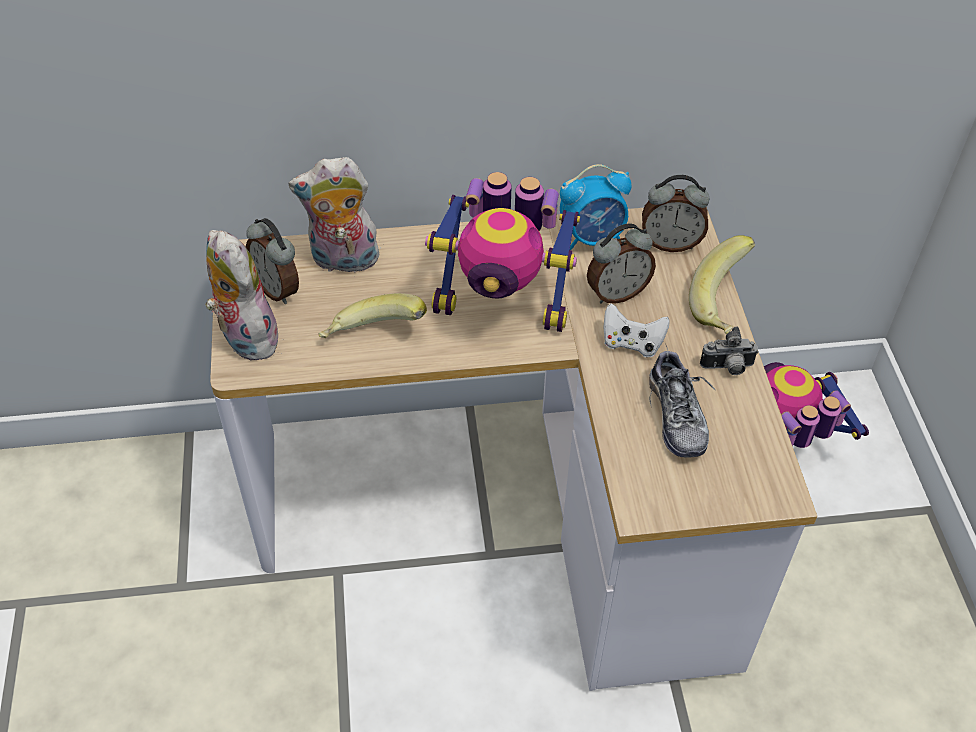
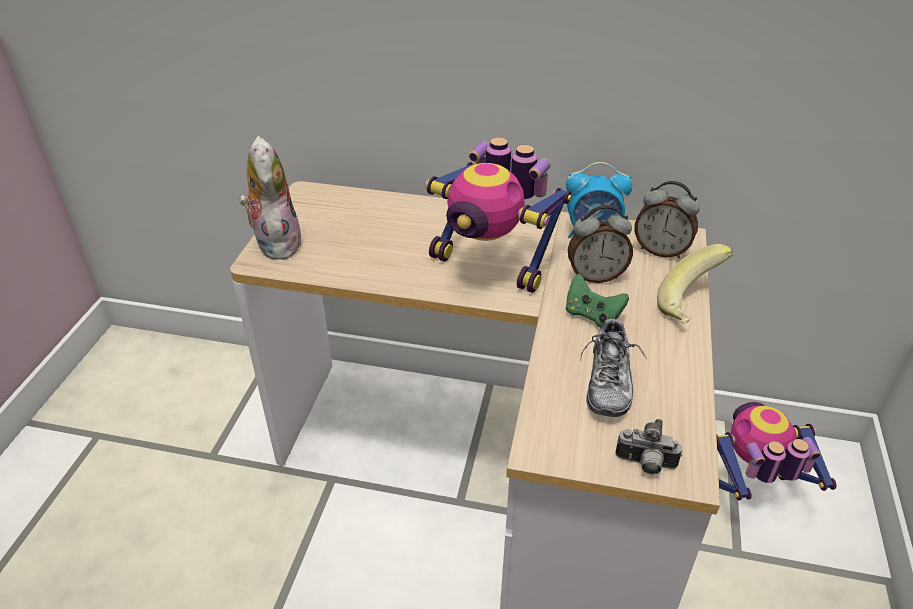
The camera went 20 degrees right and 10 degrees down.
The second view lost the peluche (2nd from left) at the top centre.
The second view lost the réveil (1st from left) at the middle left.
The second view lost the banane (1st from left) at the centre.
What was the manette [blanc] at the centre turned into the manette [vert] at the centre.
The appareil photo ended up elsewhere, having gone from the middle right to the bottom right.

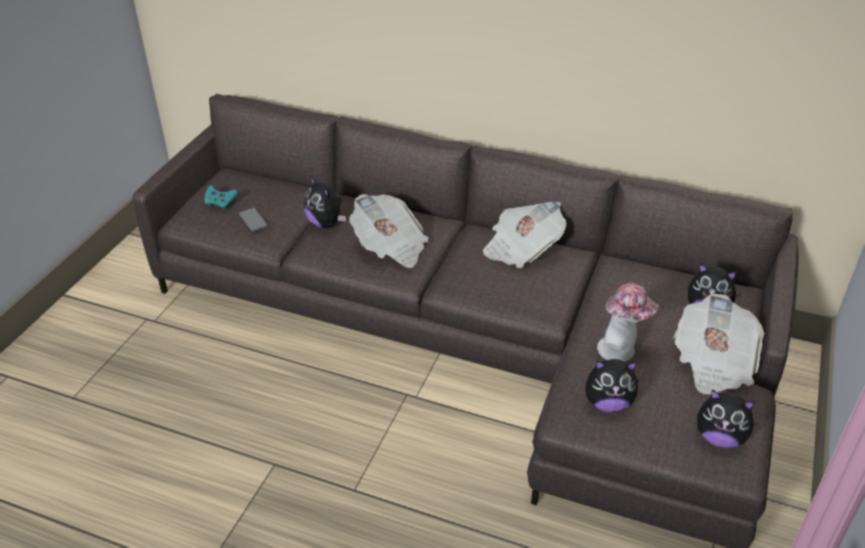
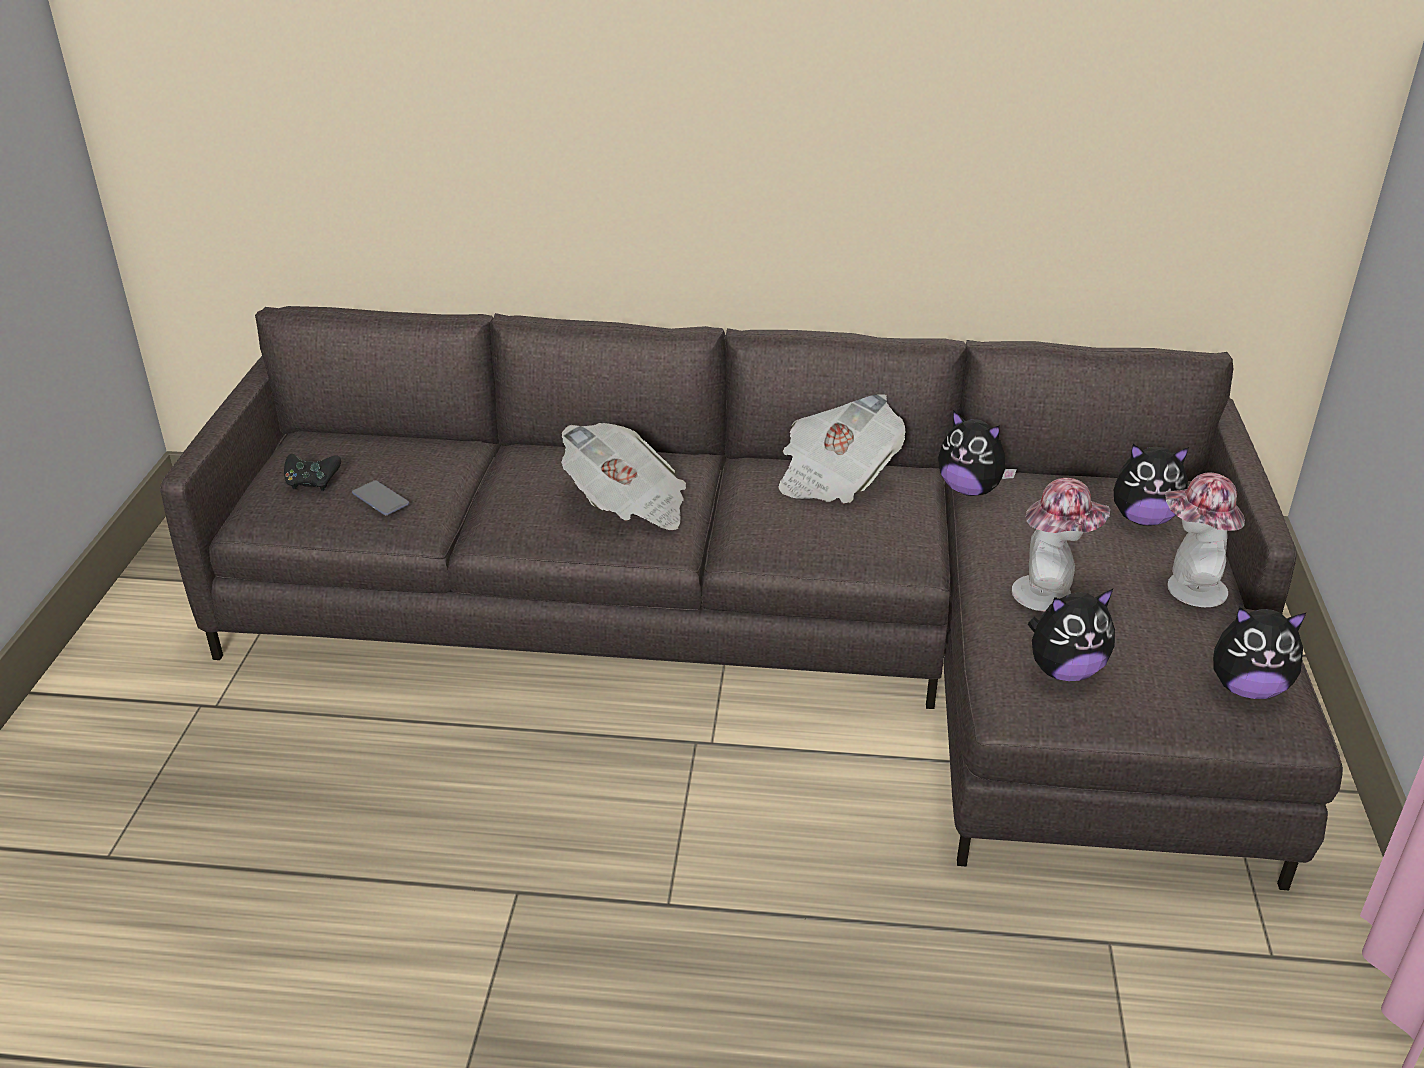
The camera went 15 degrees left and 5 degrees down.
The peluche (1st from left) ended up elsewhere, having gone from the centre to the middle right.
What was the manette [turquoise] at the middle left turned into the manette [noir] at the middle left.
Where the journal (3rd from left) stood at the middle right, the chapeau (2nd from left) came to stand at the middle right.

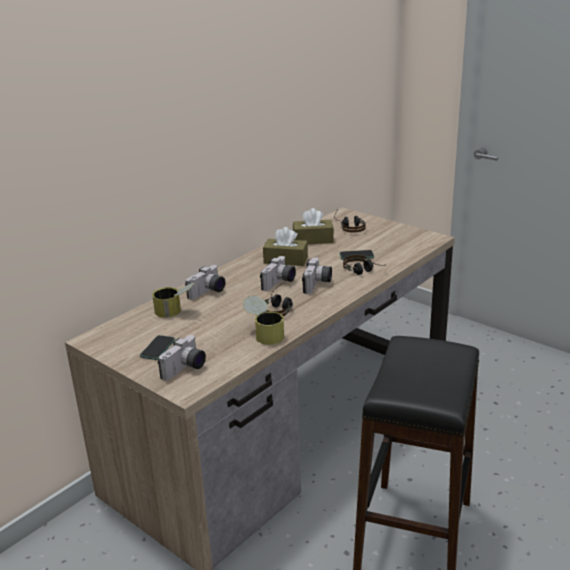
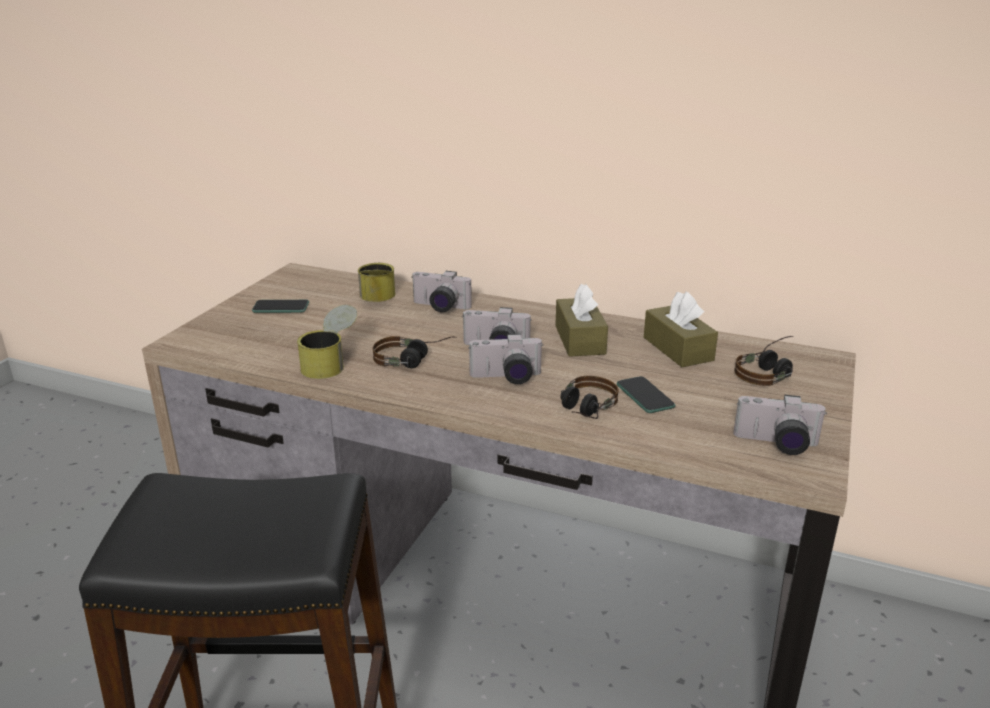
The camera went 70 degrees right and 0 degrees up.
The appareil photo (1st from left in the first image) ended up elsewhere, having gone from the middle left to the middle right.

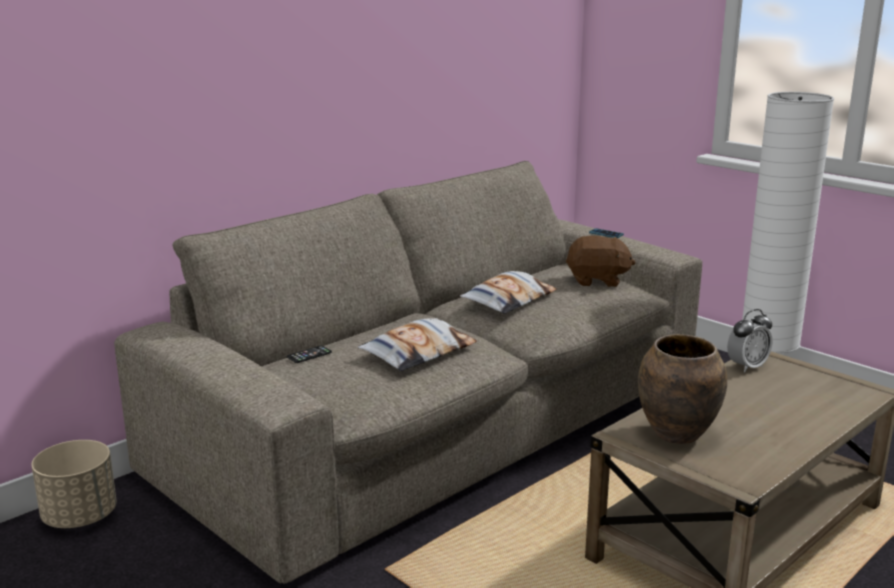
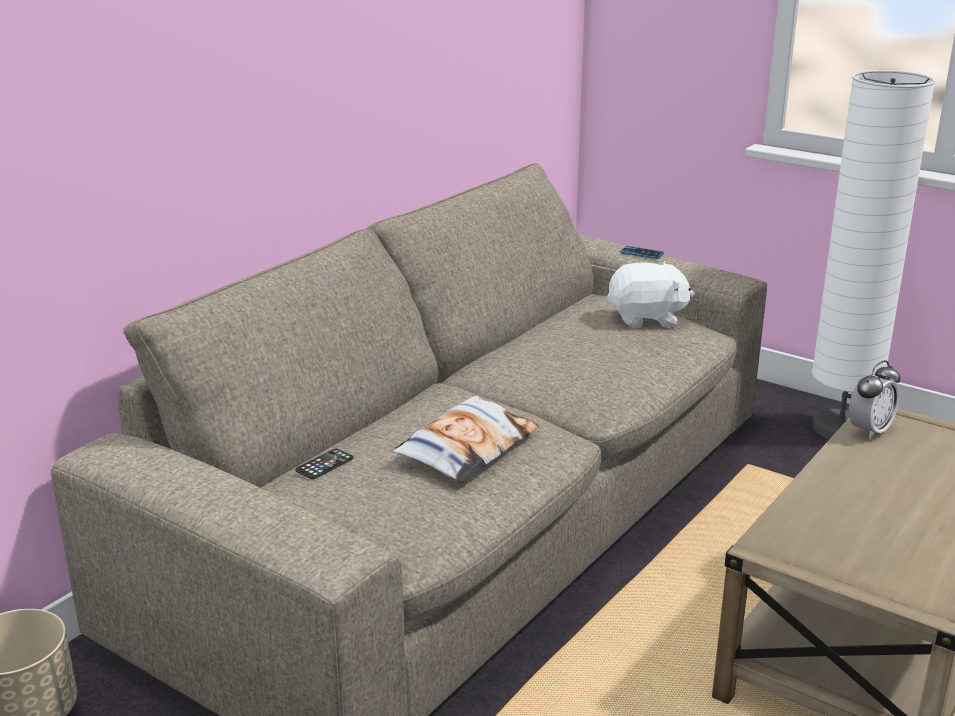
The camera went 10 degrees left and 5 degrees up.
What was the peluche [marron] at the middle right turned into the peluche [blanc] at the middle right.
The second view lost the coussin (2nd from left) at the centre.
The second view lost the vase [marron] at the middle right.

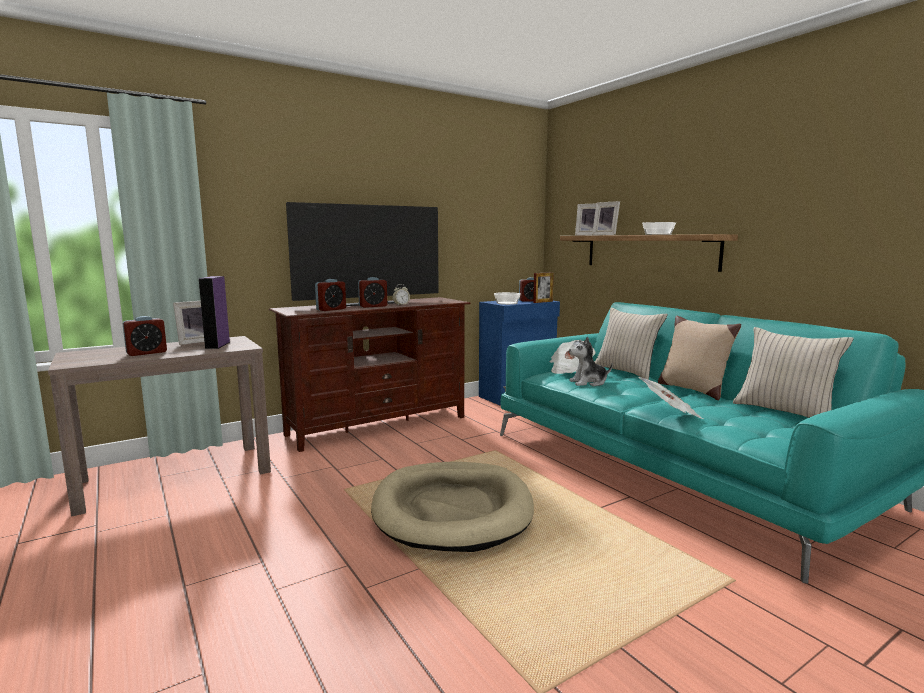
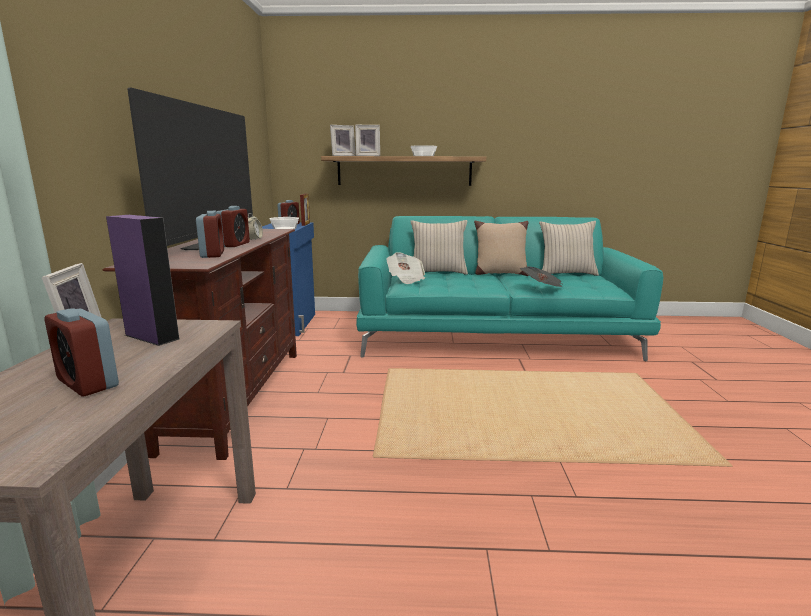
The camera went 55 degrees left and 5 degrees up.
The réveil (1st from left) at the middle left ended up facing another way, 135 degrees clockwise from before.
The second view lost the peluche at the centre.
The second view lost the panier pour chien [beige] at the bottom centre.

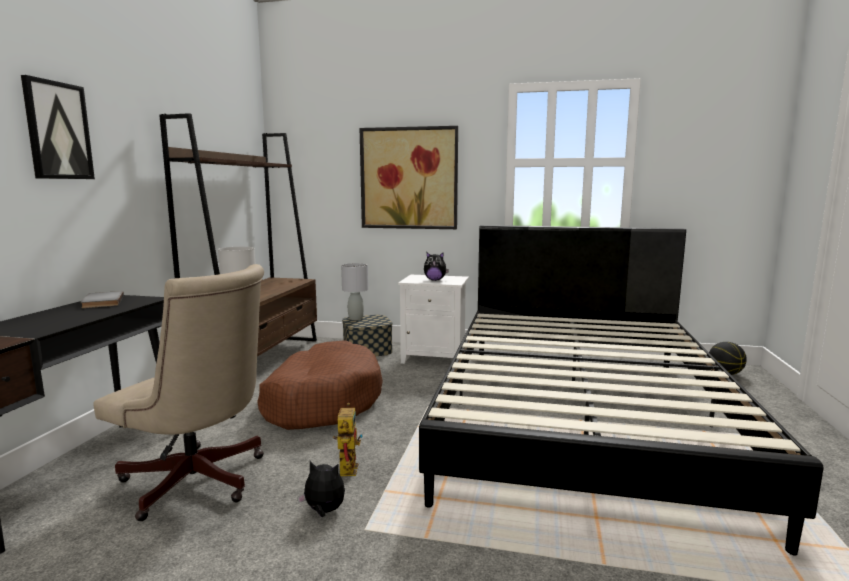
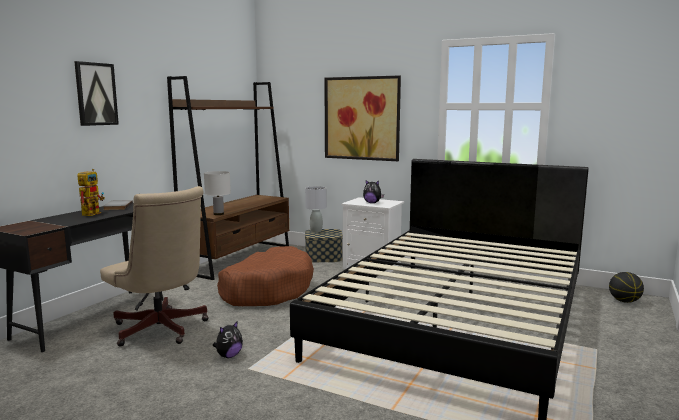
The camera went 15 degrees right and 0 degrees up.
The robot jouet ended up elsewhere, having gone from the bottom centre to the middle left.
The peluche (1st from left) at the bottom centre ended up facing another way, 105 degrees clockwise from before.

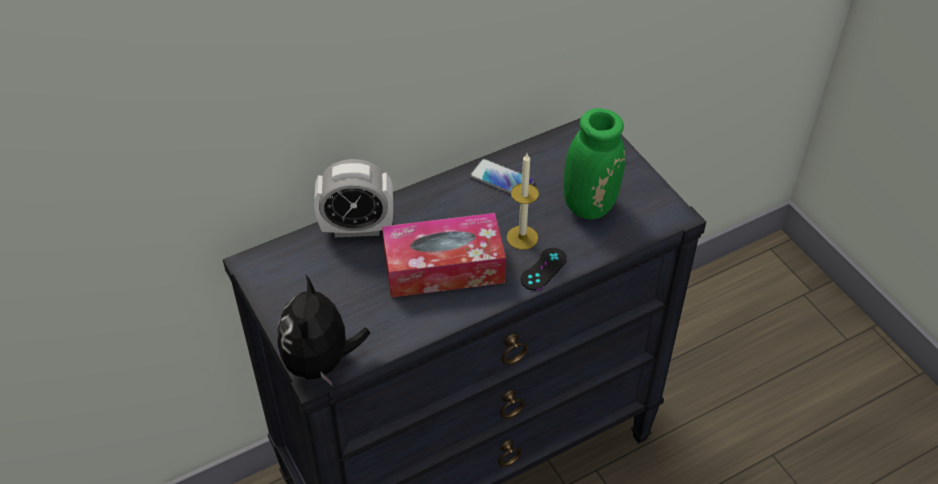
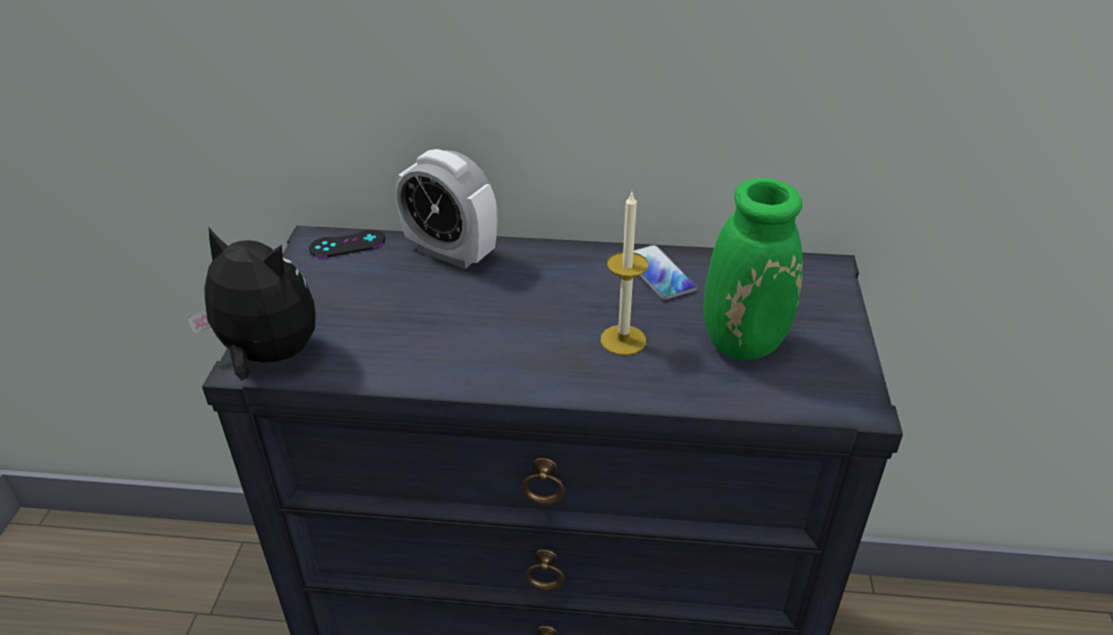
The camera went 35 degrees right and 10 degrees down.
The second view lost the boîte à mouchoirs at the centre.
The manette [noir] ended up elsewhere, having gone from the centre to the middle left.
The peluche at the bottom centre ended up facing another way, 75 degrees clockwise from before.

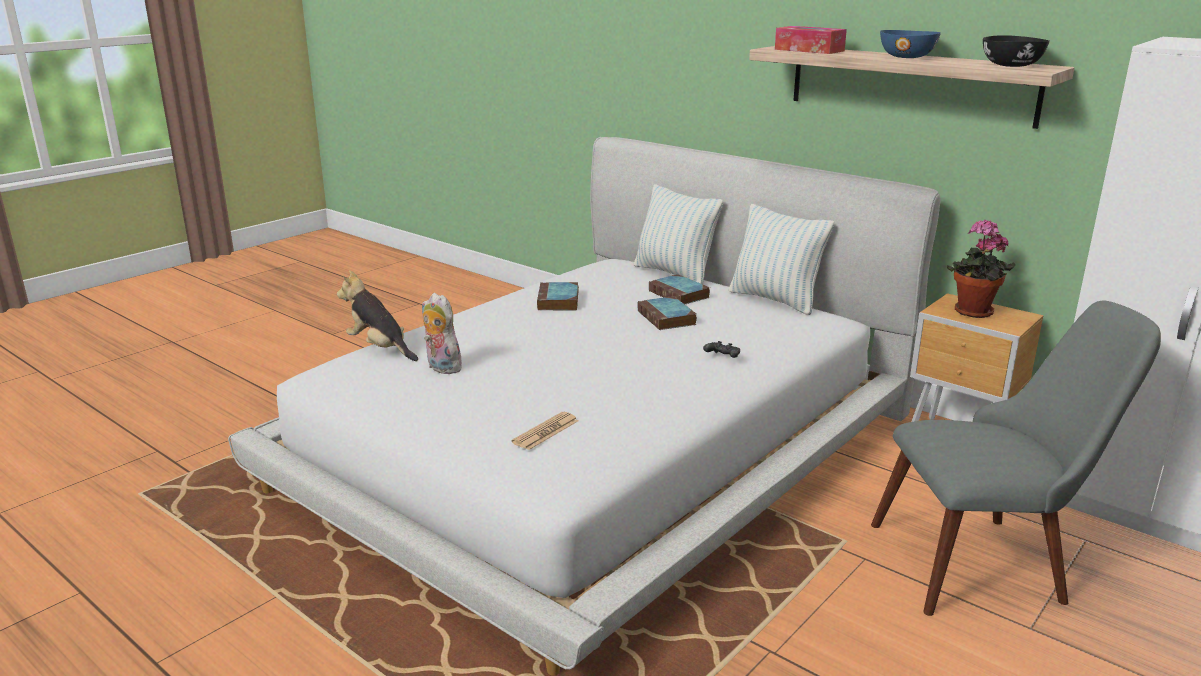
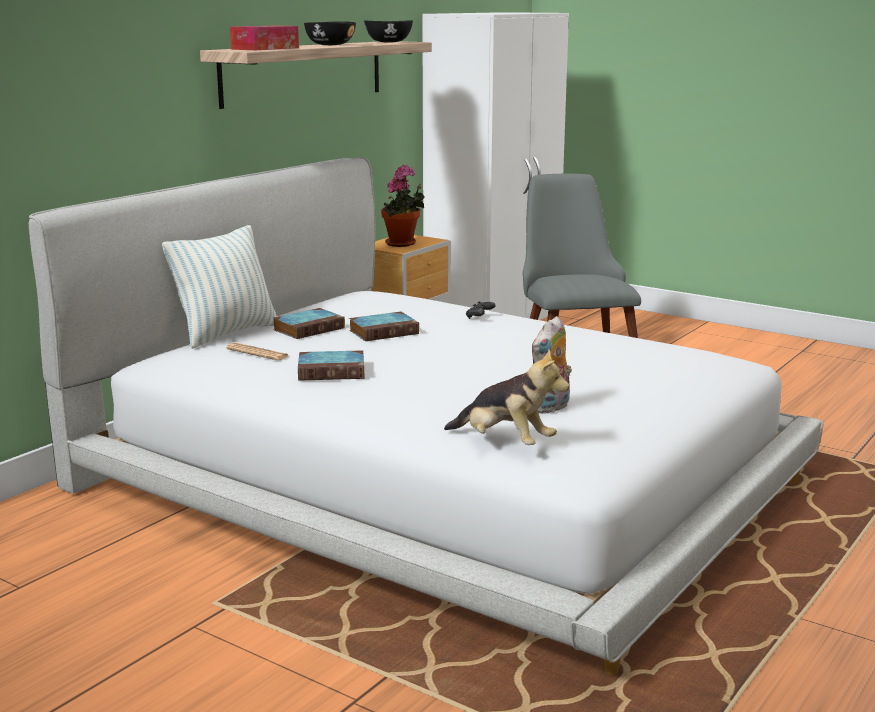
The camera went 95 degrees left and 5 degrees down.
What was the bol [bleu] at the top right turned into the bol [noir] (1st from left) at the top centre.
The second view lost the coussin (2nd from left) at the centre.
The peluche (1st from left) at the middle left ended up facing another way, 90 degrees counterclockwise from before.
The journal ended up elsewhere, having gone from the centre to the middle left.

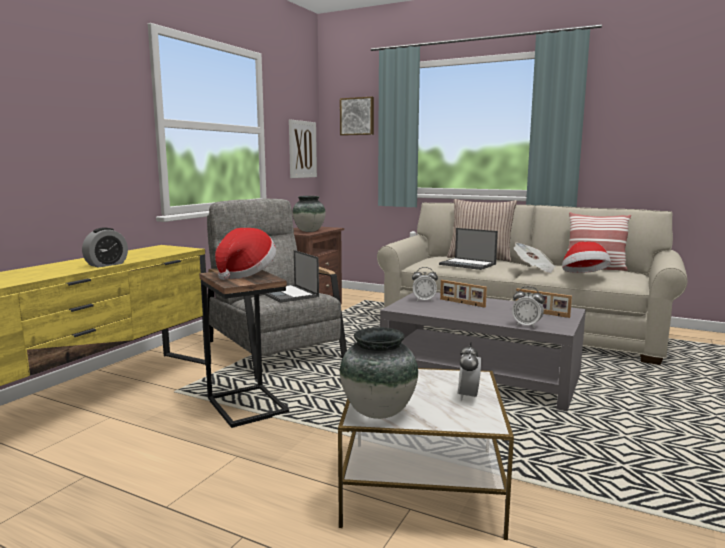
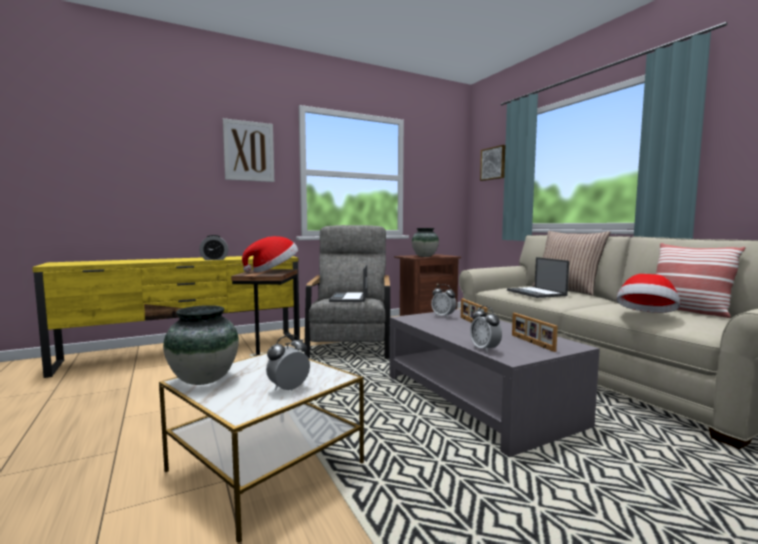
The camera went 35 degrees right and 5 degrees down.
The tableau (1st from left) ended up elsewhere, having gone from the top centre to the top left.
The second view lost the journal at the middle right.

